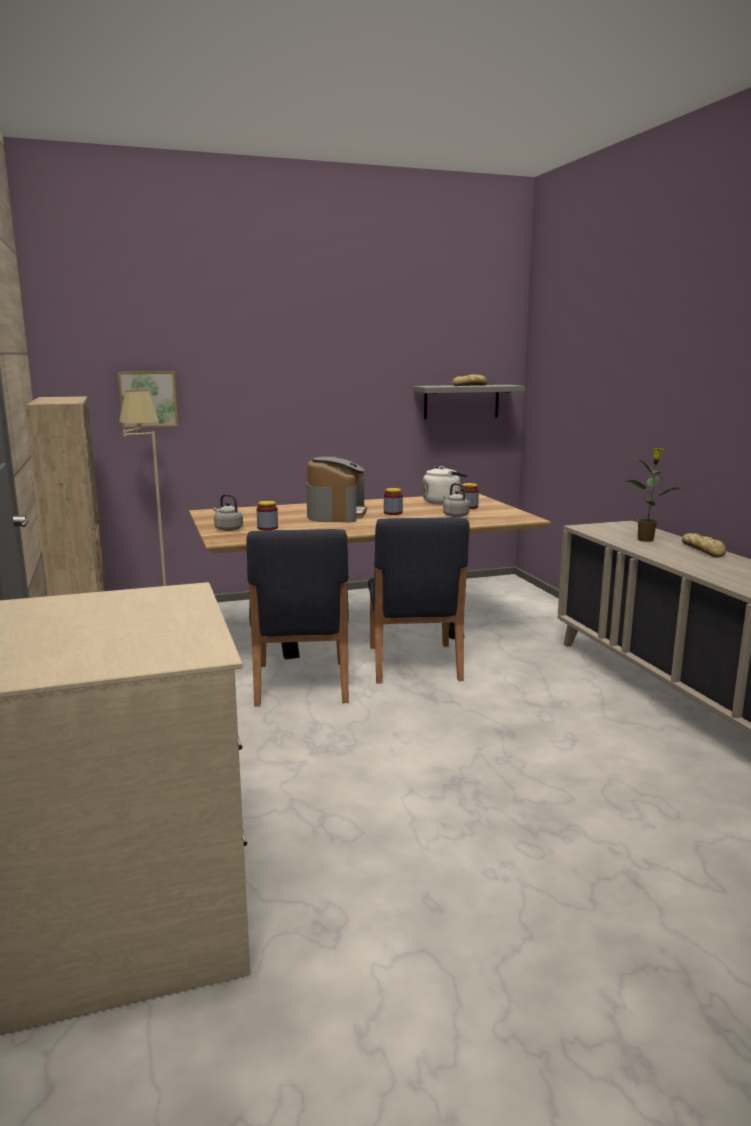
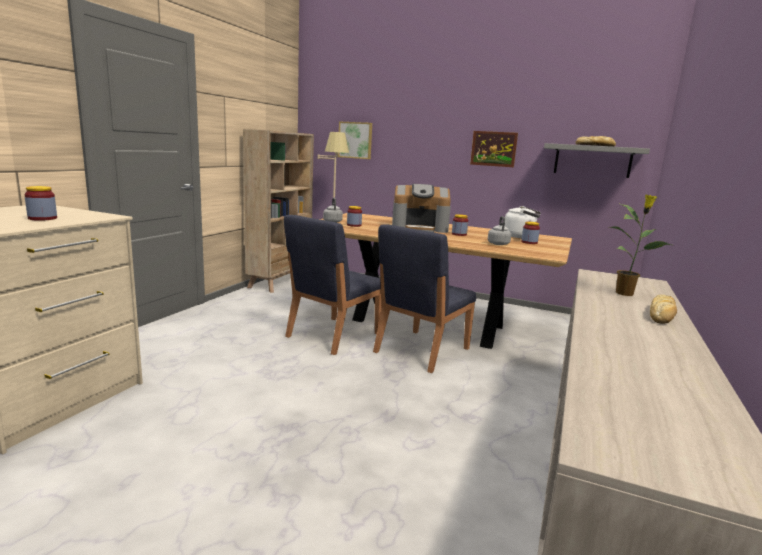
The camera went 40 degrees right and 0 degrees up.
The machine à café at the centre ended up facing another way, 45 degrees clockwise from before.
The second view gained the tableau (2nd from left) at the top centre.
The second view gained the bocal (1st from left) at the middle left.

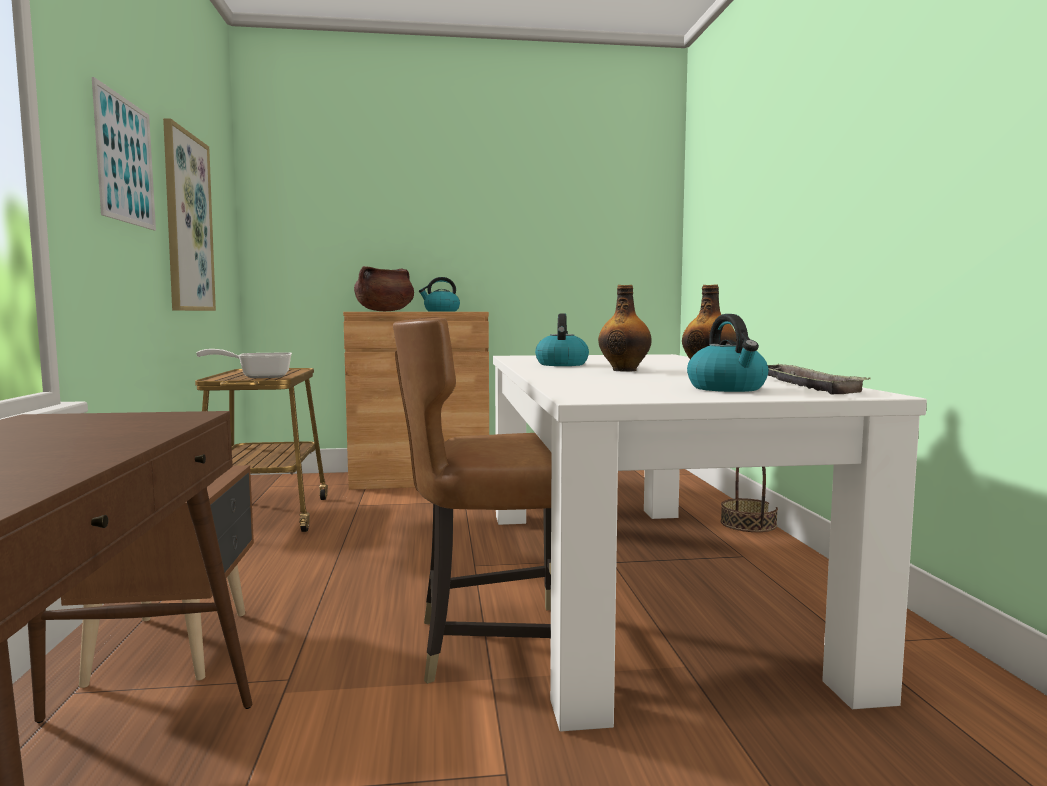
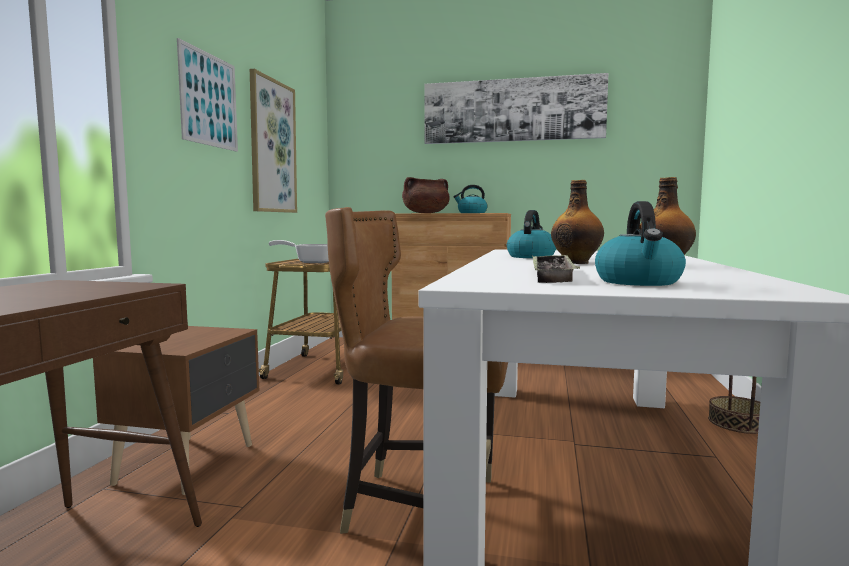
The camera went 20 degrees right and 0 degrees up.
The plateau ended up elsewhere, having gone from the middle right to the centre.
The second view gained the tableau (3rd from left) at the top centre.

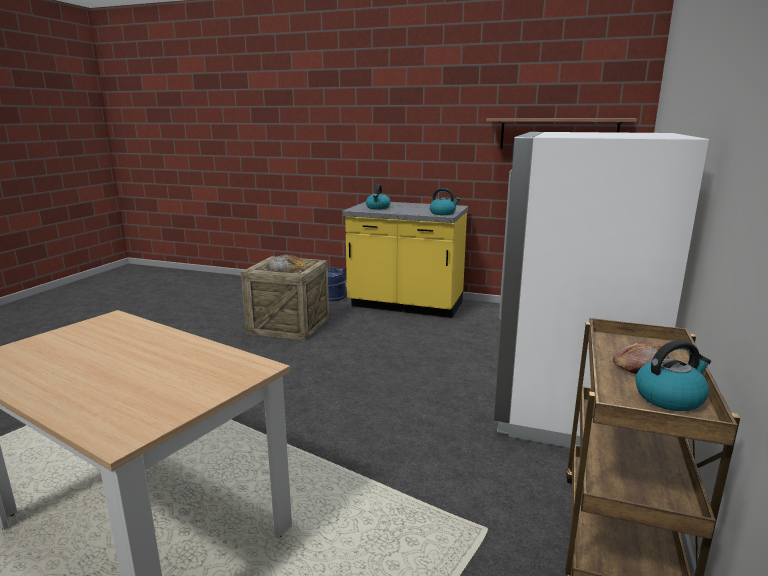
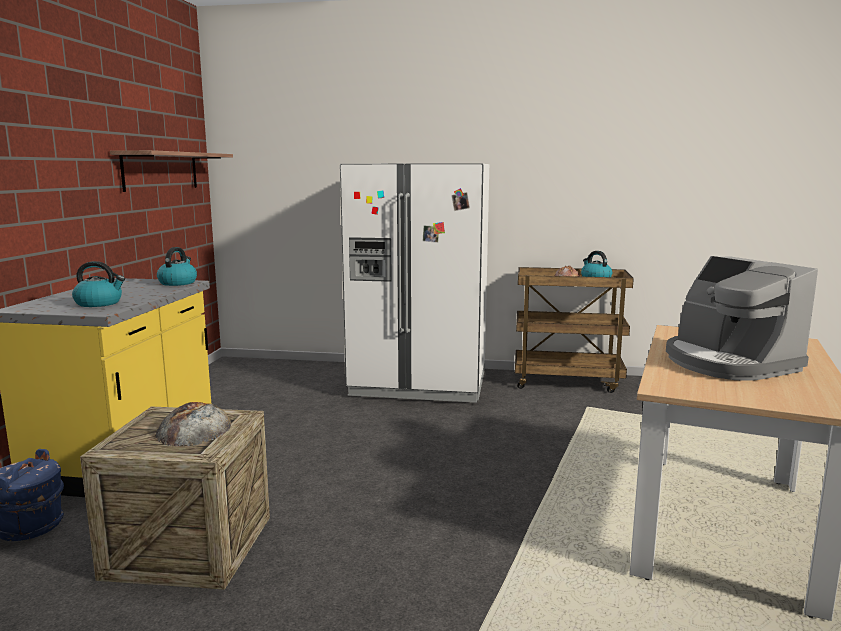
The camera went 100 degrees left and 5 degrees down.
The second view gained the machine à café at the middle right.

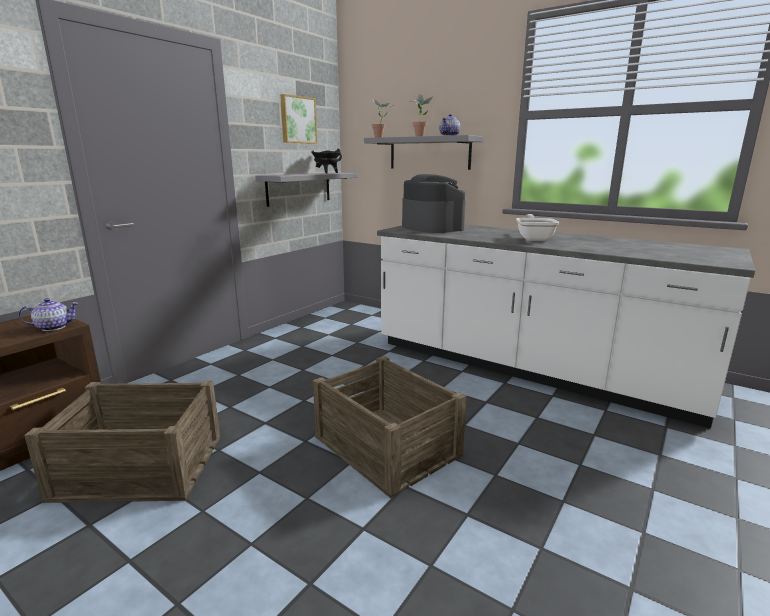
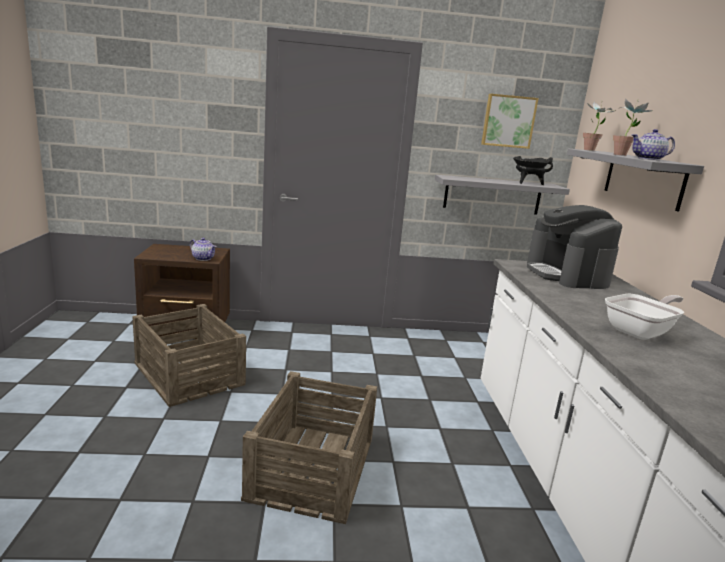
The camera went 50 degrees right and 0 degrees up.
The machine à café at the top centre ended up facing another way, 150 degrees clockwise from before.

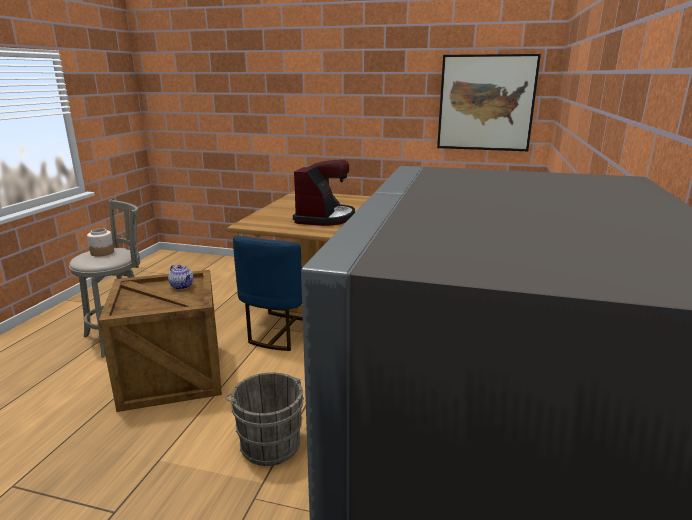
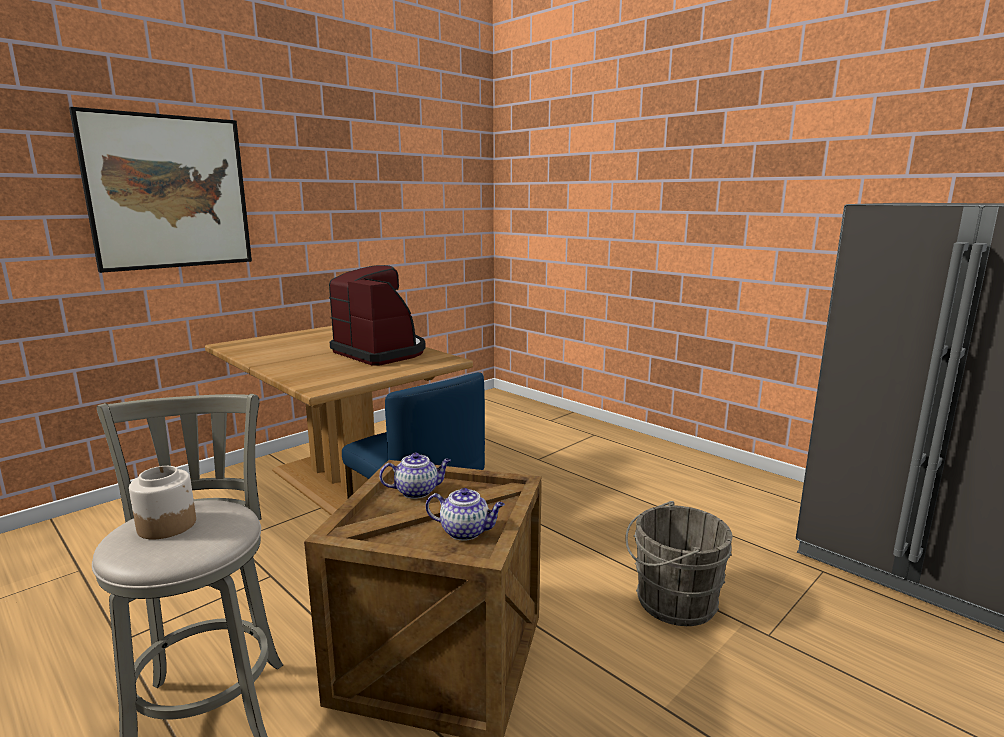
The camera went 60 degrees left and 5 degrees down.
The tableau ended up elsewhere, having gone from the top right to the top left.
The second view gained the théière (2nd from left) at the bottom centre.

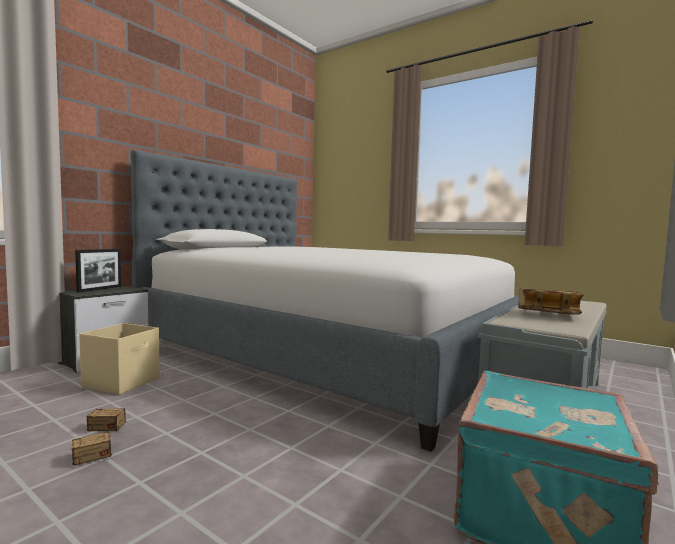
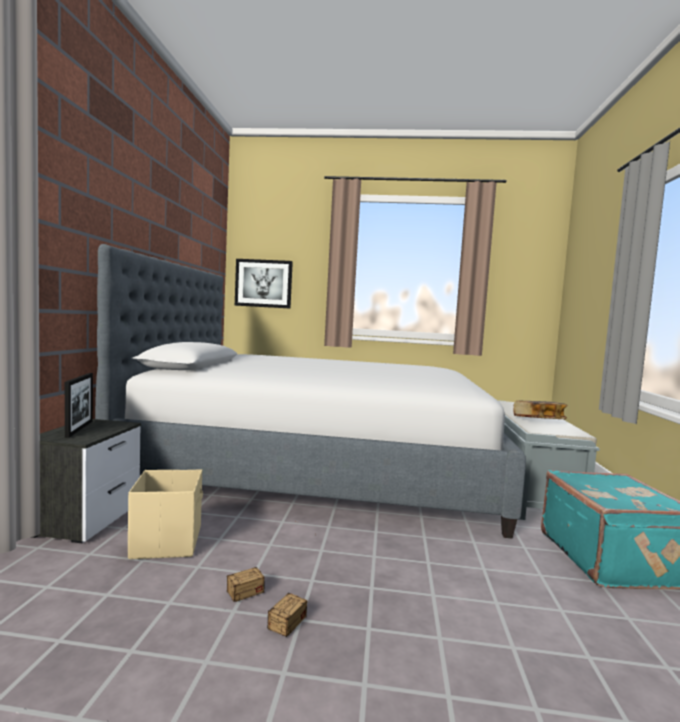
The camera went 30 degrees left and 0 degrees up.
The second view gained the tableau at the centre.

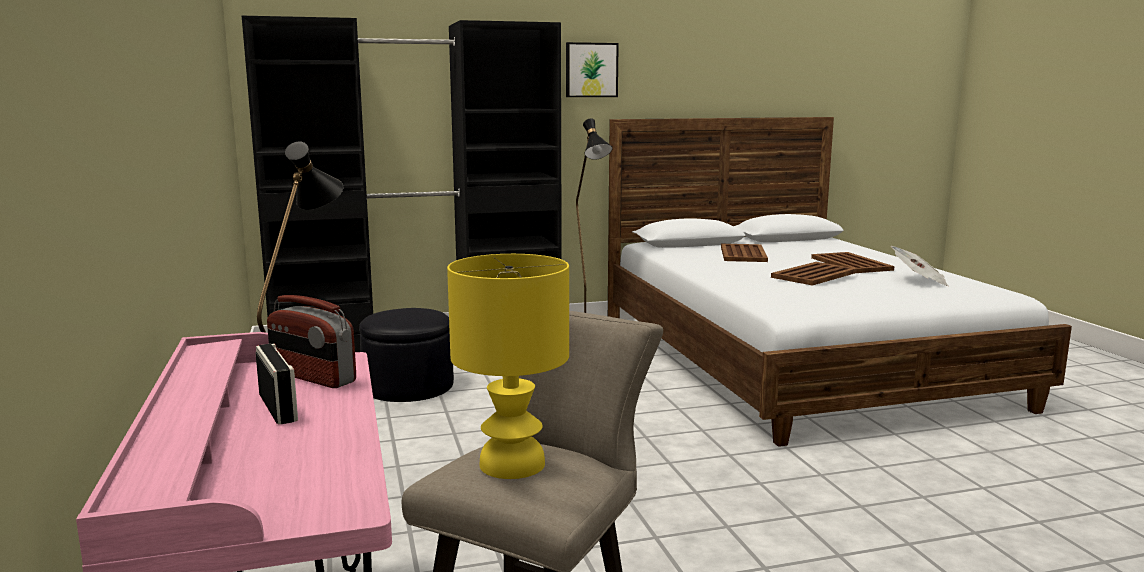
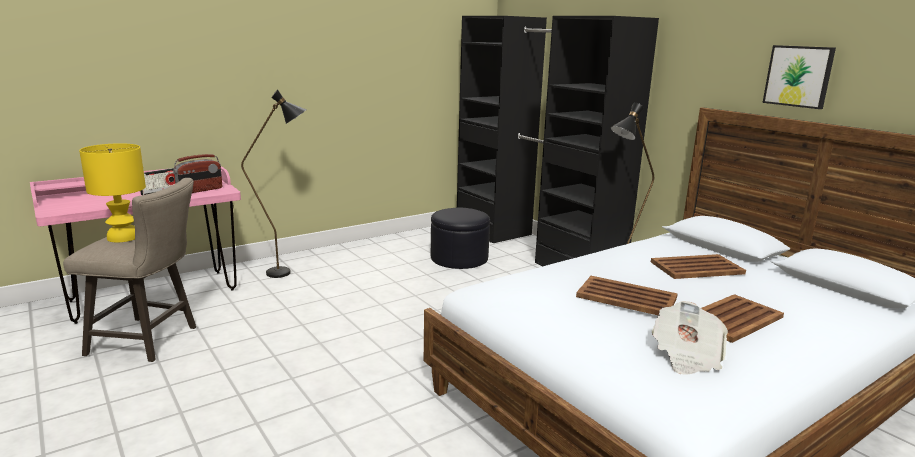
The camera went 70 degrees right and 5 degrees up.
The tableau ended up elsewhere, having gone from the top centre to the top right.
The radio (2nd from left) at the middle left ended up facing another way, 150 degrees counterclockwise from before.

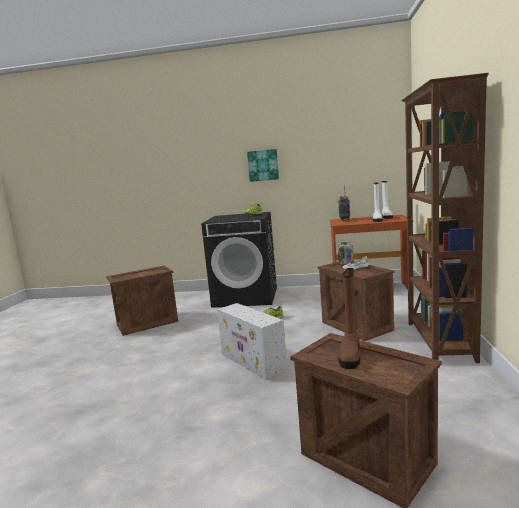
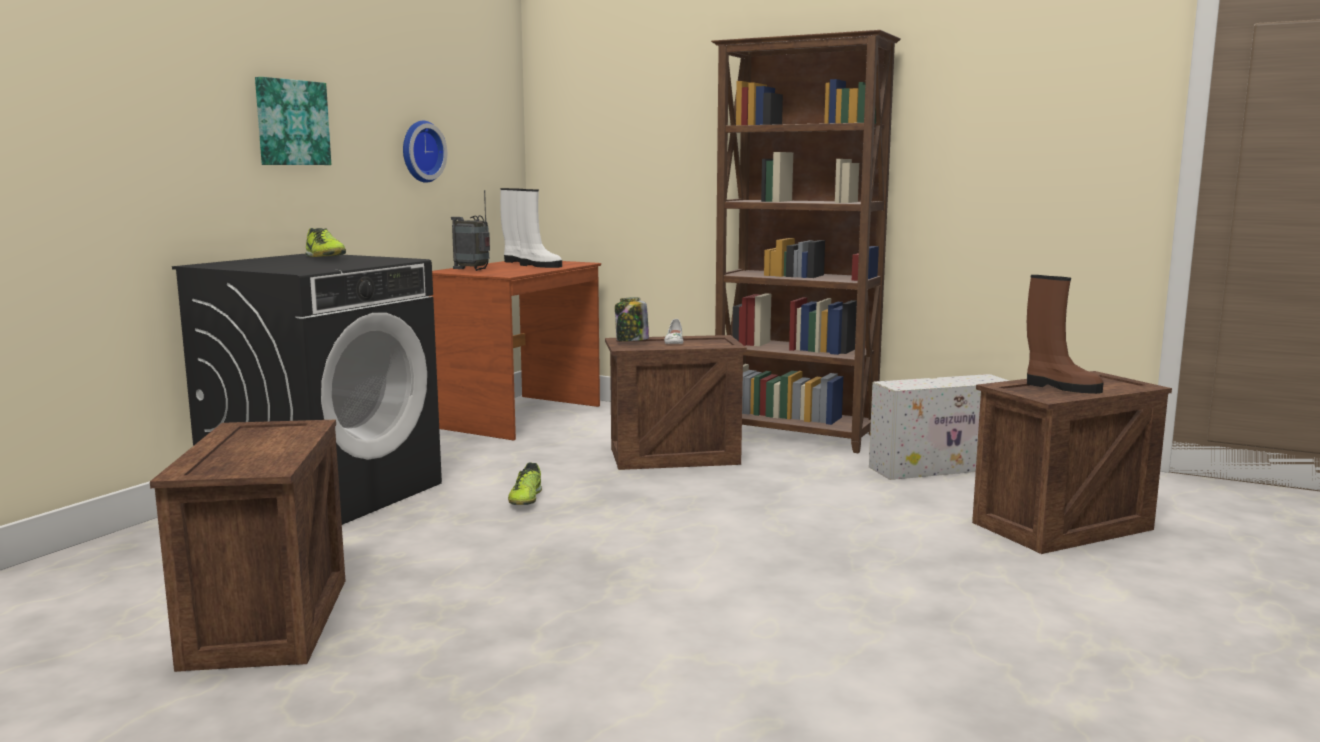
The camera went 70 degrees left and 0 degrees up.
The boîte de rangement [blanc] ended up elsewhere, having gone from the bottom centre to the middle right.
The second view gained the horloge murale at the top left.

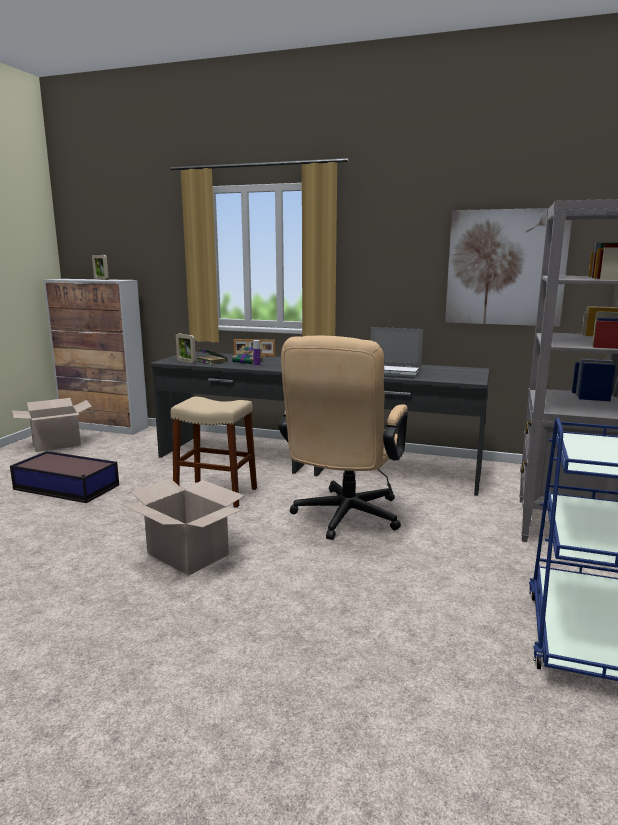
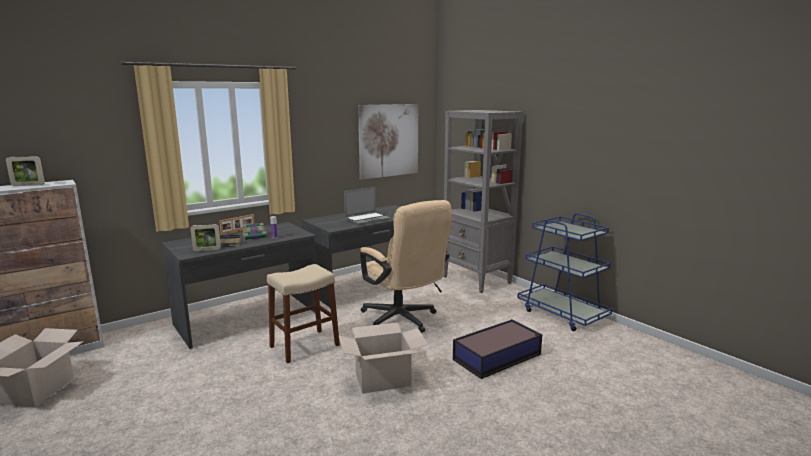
The camera went 55 degrees left and 0 degrees up.
The boîte de rangement ended up elsewhere, having gone from the middle left to the bottom centre.

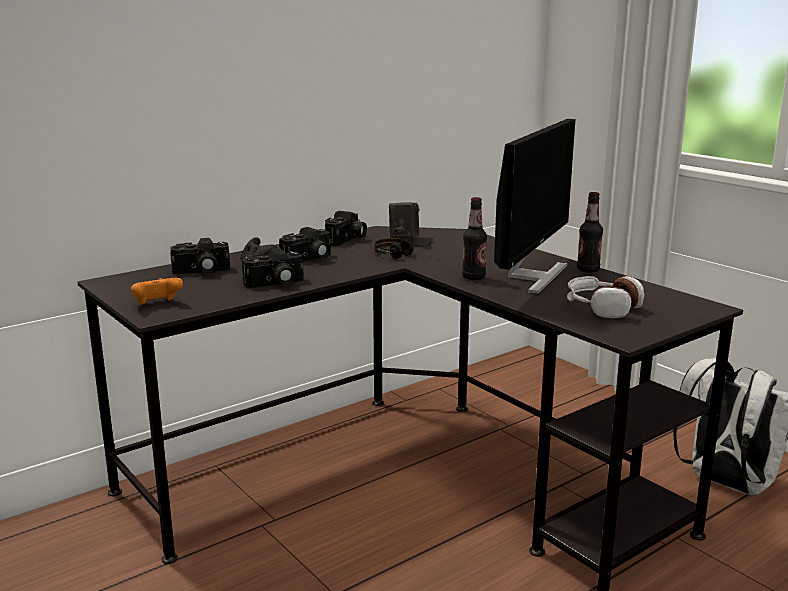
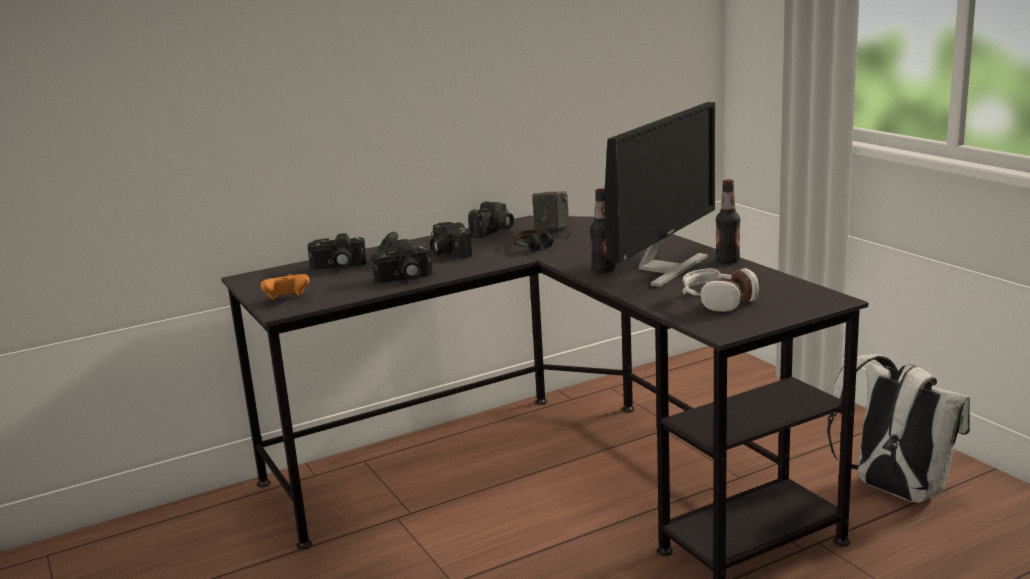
The camera went 10 degrees right and 0 degrees up.
The appareil photo (3rd from left) at the centre ended up facing another way, 90 degrees clockwise from before.

